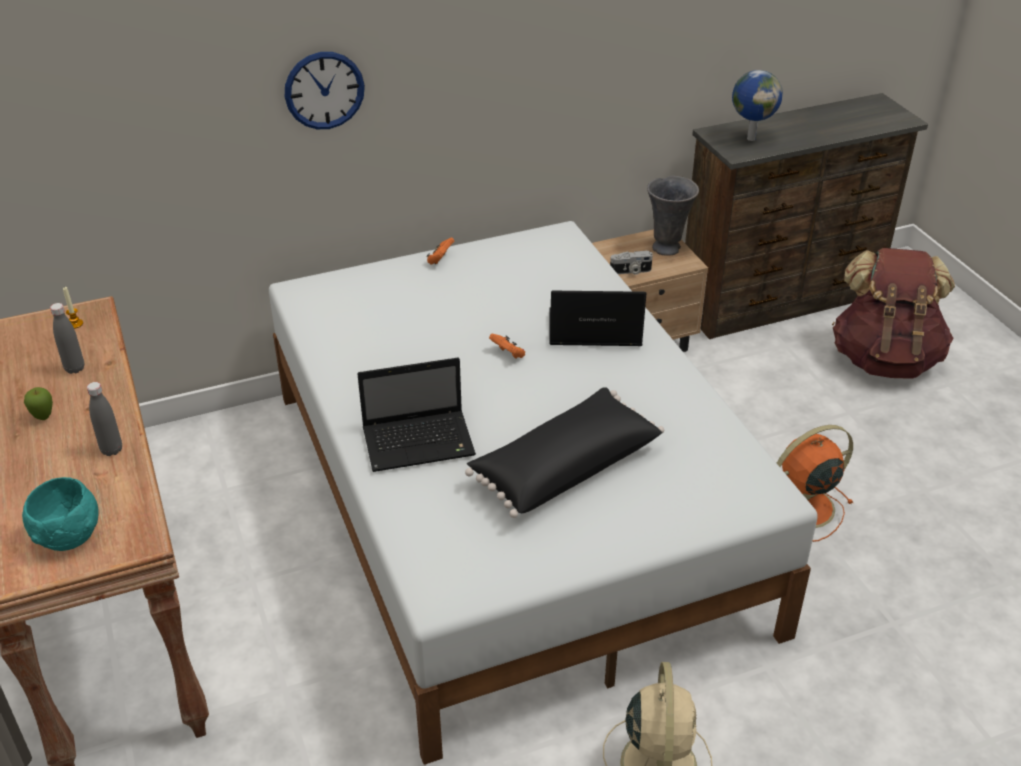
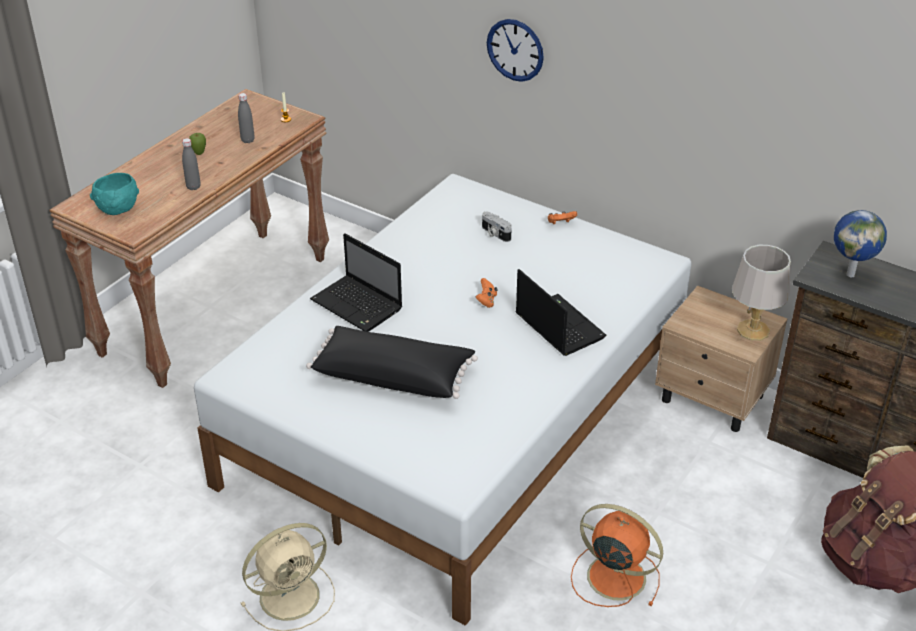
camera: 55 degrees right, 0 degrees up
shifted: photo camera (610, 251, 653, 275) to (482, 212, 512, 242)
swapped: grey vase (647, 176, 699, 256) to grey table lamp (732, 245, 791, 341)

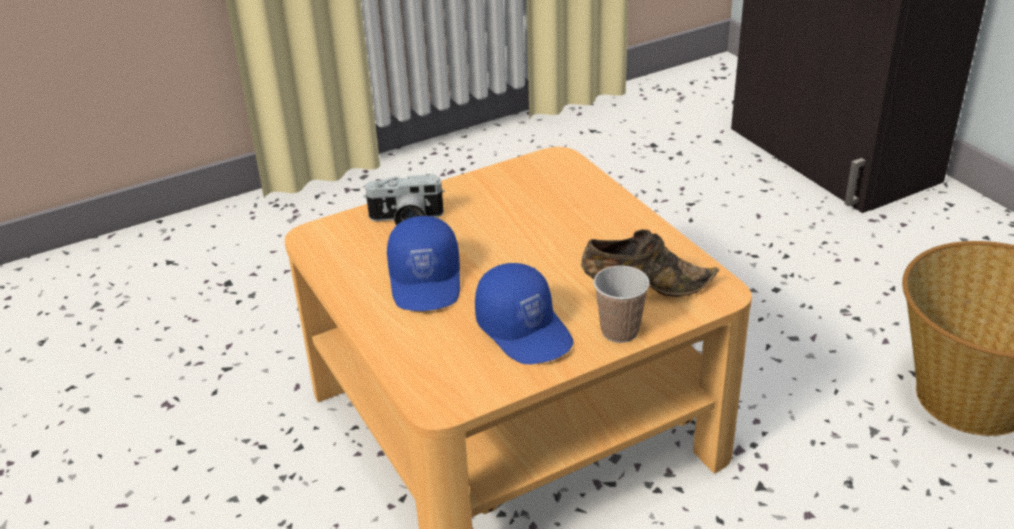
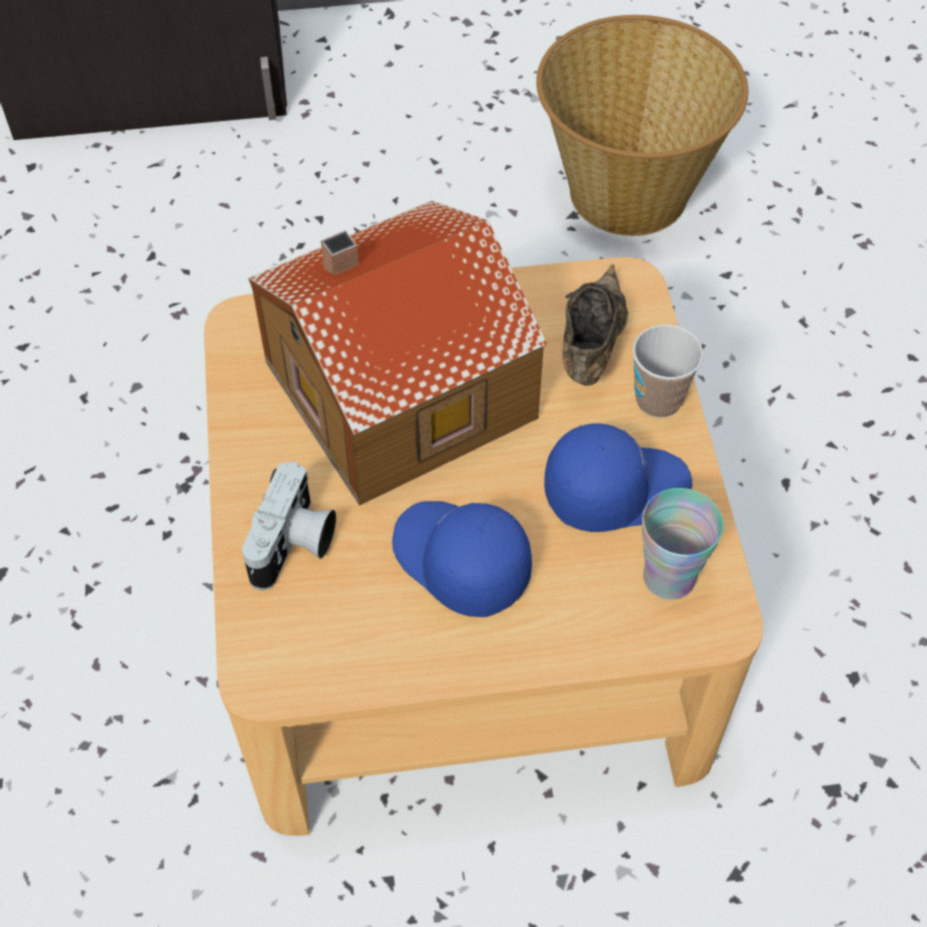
camera: 70 degrees left, 20 degrees up
new: toy house (248, 201, 547, 506); cup (642, 488, 724, 600)
rotated: blue cap (387, 216, 460, 311) = (392, 501, 532, 617) 150 degrees counterclockwise

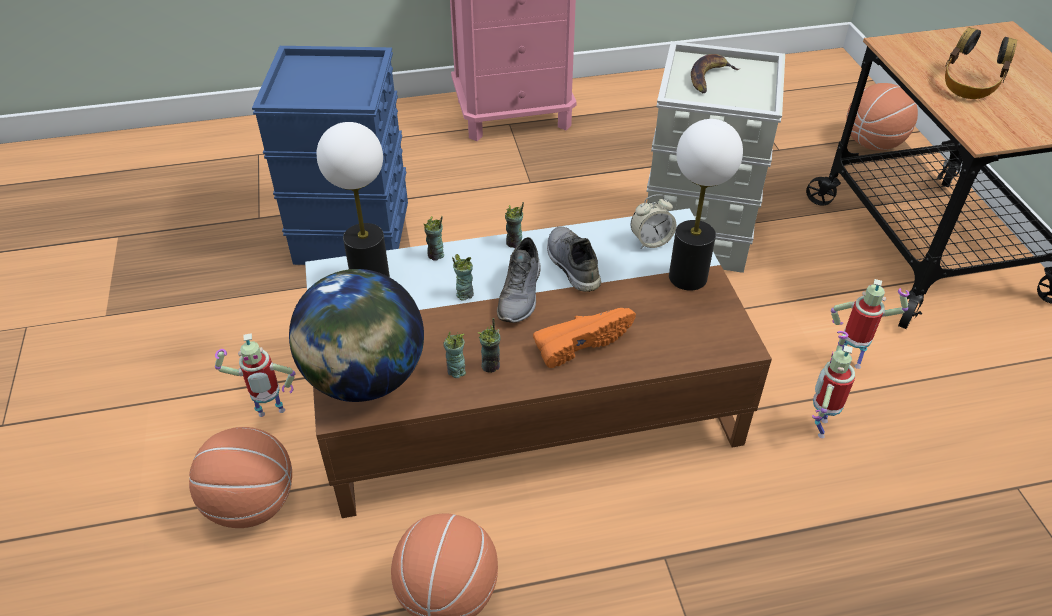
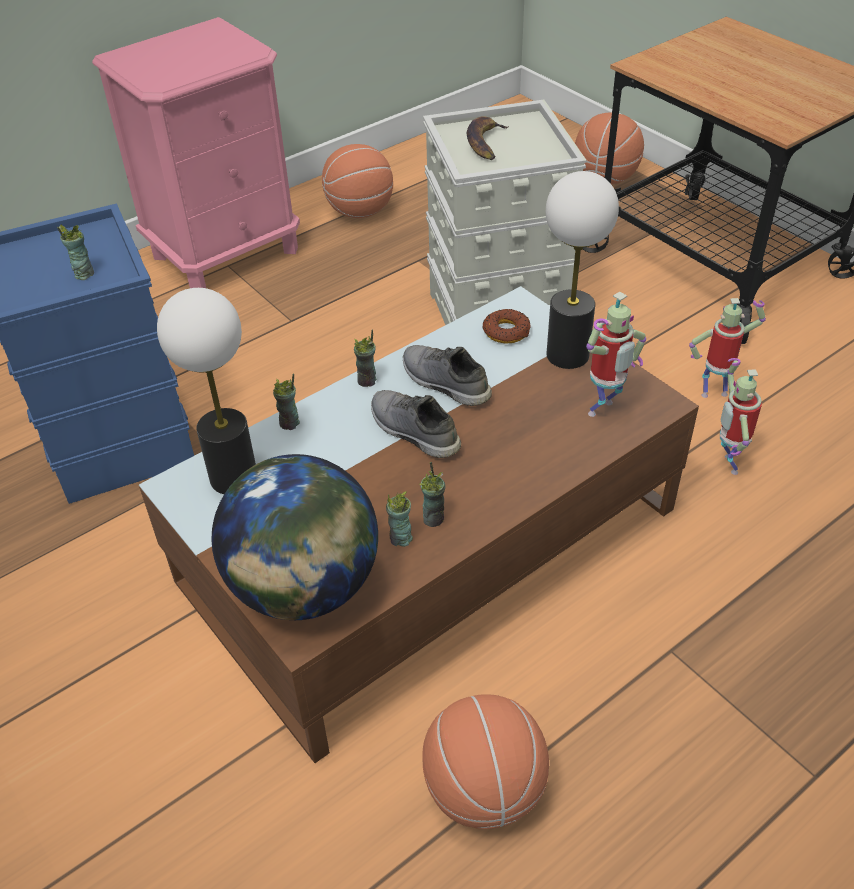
camera: 25 degrees left, 0 degrees up
gone: headphones (945, 27, 1017, 99); orange shoe (533, 308, 636, 368)
shifted: cup (452, 254, 474, 301) to (57, 225, 94, 280); toy robot (215, 333, 296, 417) to (586, 292, 646, 417); basketball (189, 427, 292, 528) to (322, 144, 393, 218)
swapped: alarm clock (630, 194, 676, 249) to donut (482, 309, 531, 344)
rotated: grey shoe (497, 237, 540, 323) = (371, 390, 461, 458) 150 degrees clockwise

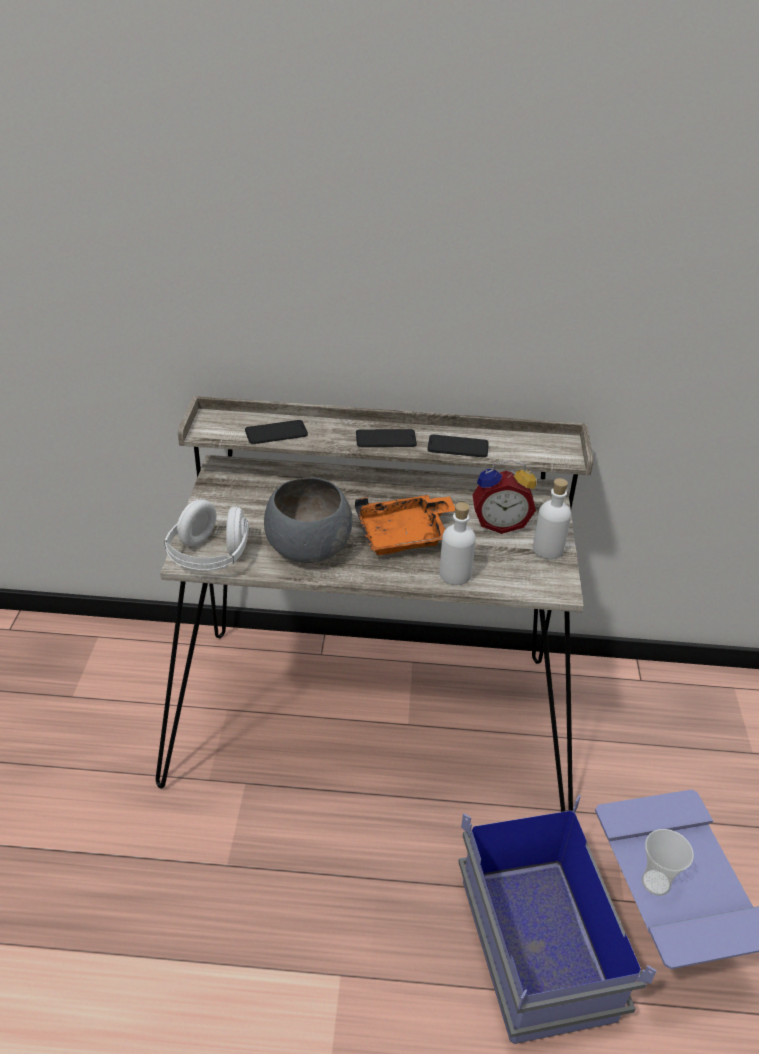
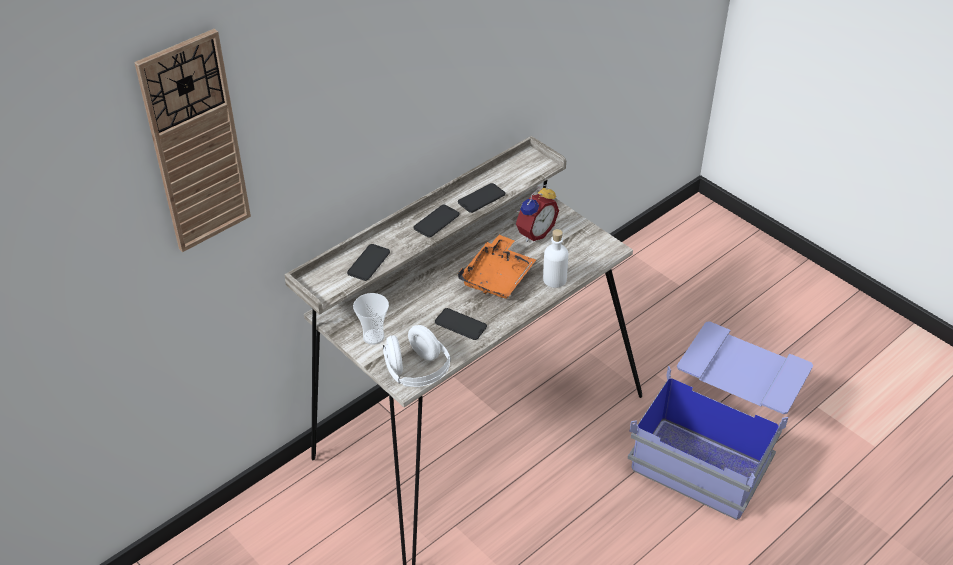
camera: 45 degrees left, 5 degrees up
gone: white bottle (533, 478, 571, 559)
new: wall clock (134, 29, 251, 252)
shifted: cup (642, 829, 694, 896) to (353, 293, 389, 345)
swapped: grey bowl (264, 477, 353, 563) to phone (435, 308, 487, 340)

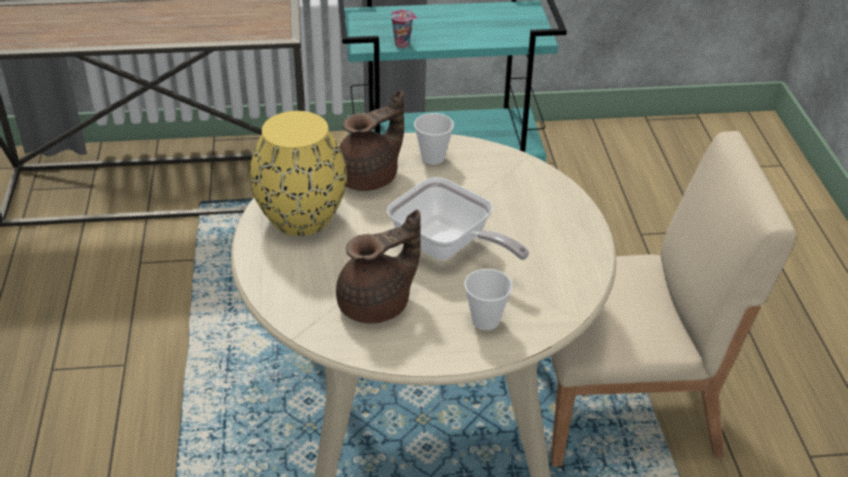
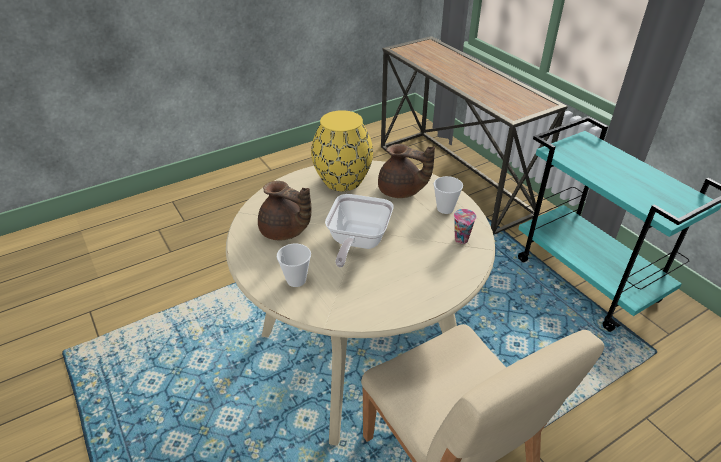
camera: 65 degrees right, 0 degrees up
shifted: cup (391, 10, 417, 48) to (454, 209, 477, 244)

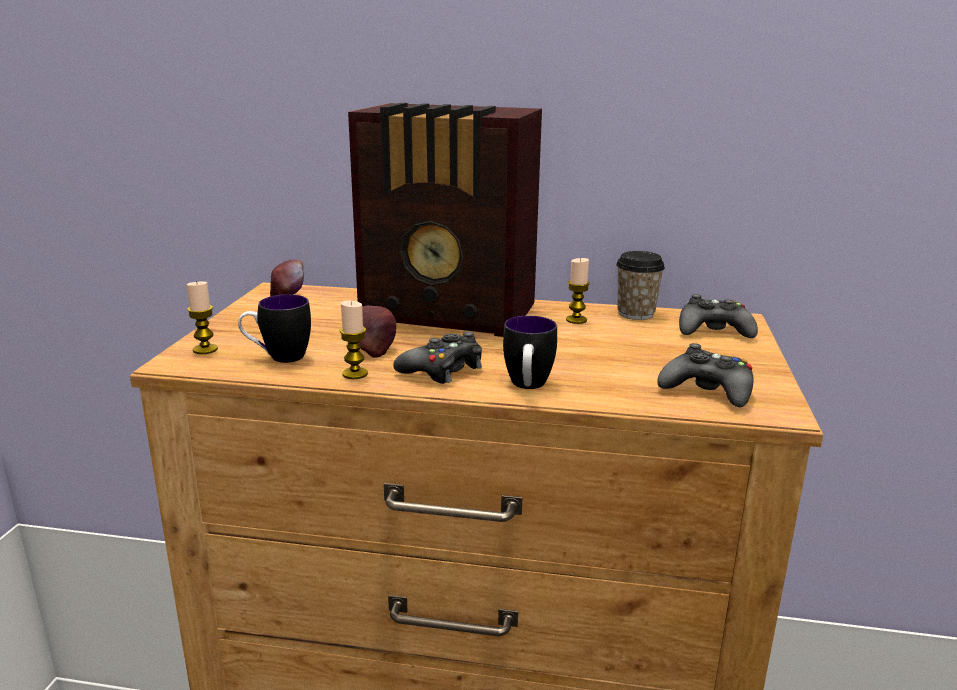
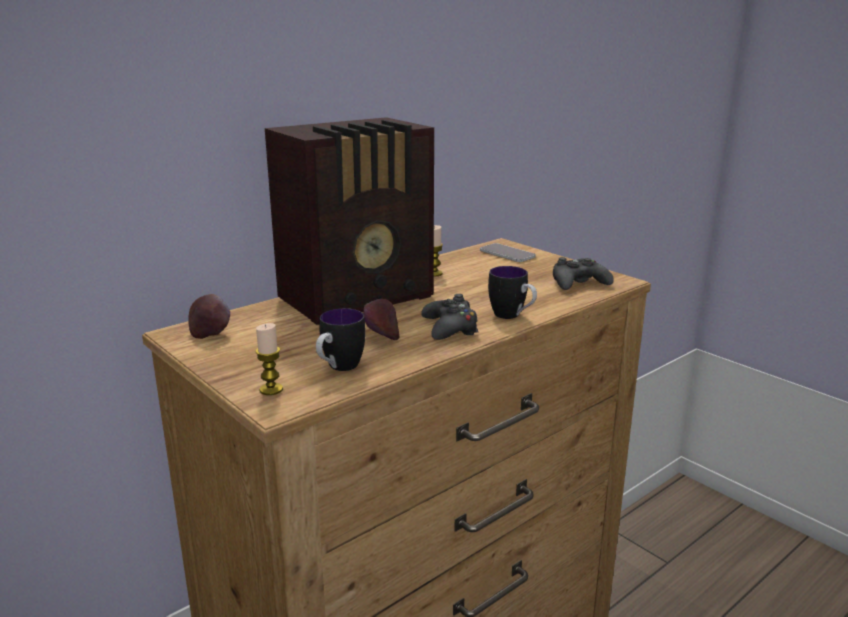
camera: 50 degrees left, 0 degrees up
gone: cup (616, 251, 665, 320); candle (340, 301, 368, 379)
swapped: black game controller (679, 294, 758, 338) to phone (480, 243, 536, 262)

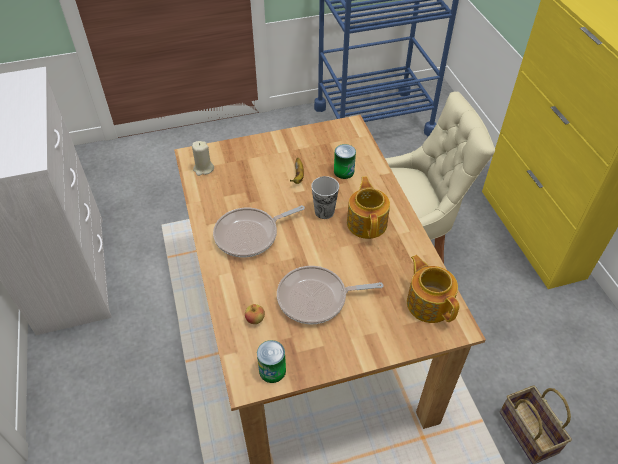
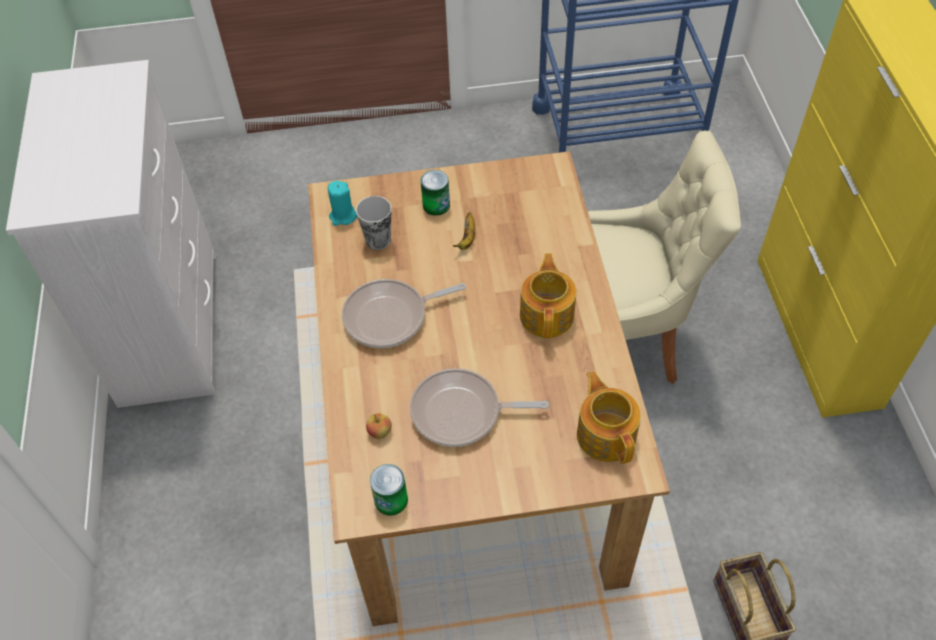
camera: 10 degrees right, 5 degrees up
shifted: can (334, 144, 356, 179) to (421, 170, 450, 216); cup (311, 176, 339, 219) to (356, 196, 391, 250)
repainted: beige candle (192, 141, 214, 176) to turquoise candle (328, 181, 357, 226)

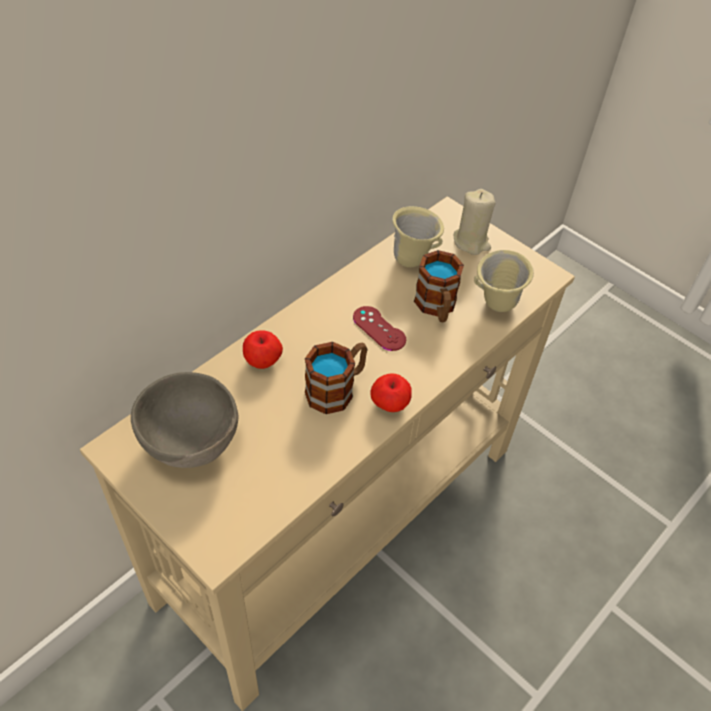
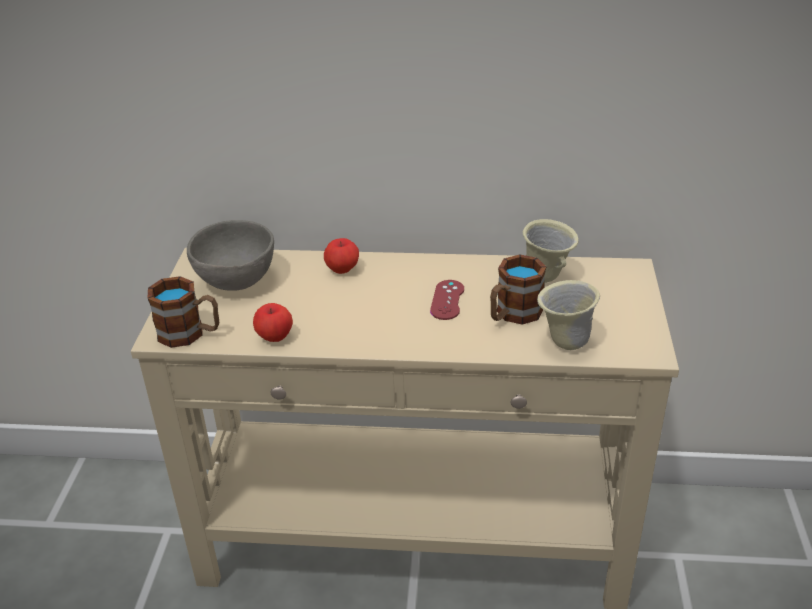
camera: 55 degrees right, 15 degrees down
gone: beige candle (454, 189, 495, 255)
shifted: mug (305, 342, 368, 414) to (148, 276, 219, 348); apple (370, 373, 411, 412) to (253, 303, 293, 342)

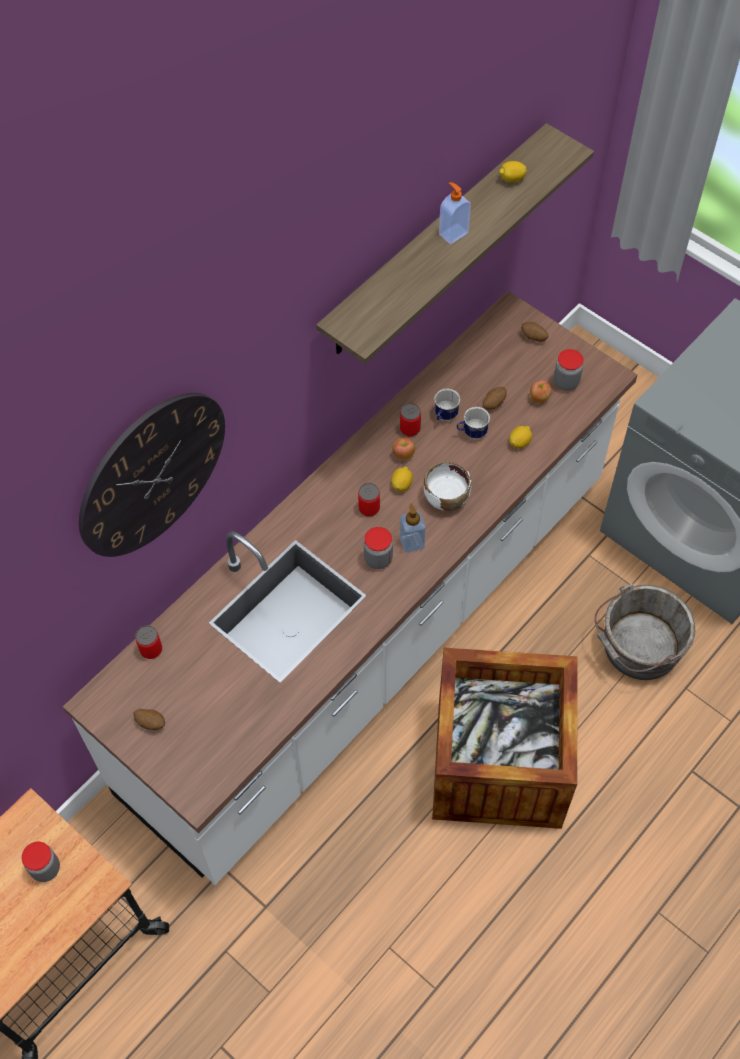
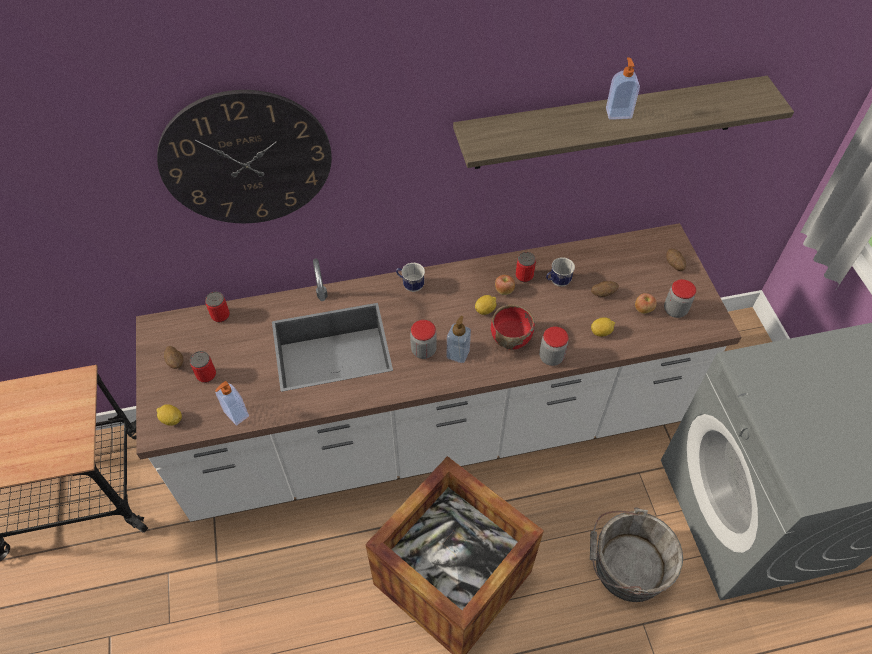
camera: 35 degrees right, 5 degrees down
new: soap dispenser (215, 381, 249, 426)
shifted: lemon (499, 161, 527, 183) to (156, 404, 182, 426); mug (457, 407, 490, 439) to (396, 263, 425, 292); can (358, 483, 380, 516) to (190, 351, 216, 383); jar (22, 841, 60, 882) to (539, 326, 568, 366)
repainted: white bowl (424, 462, 471, 511) to red bowl (491, 304, 535, 350)

